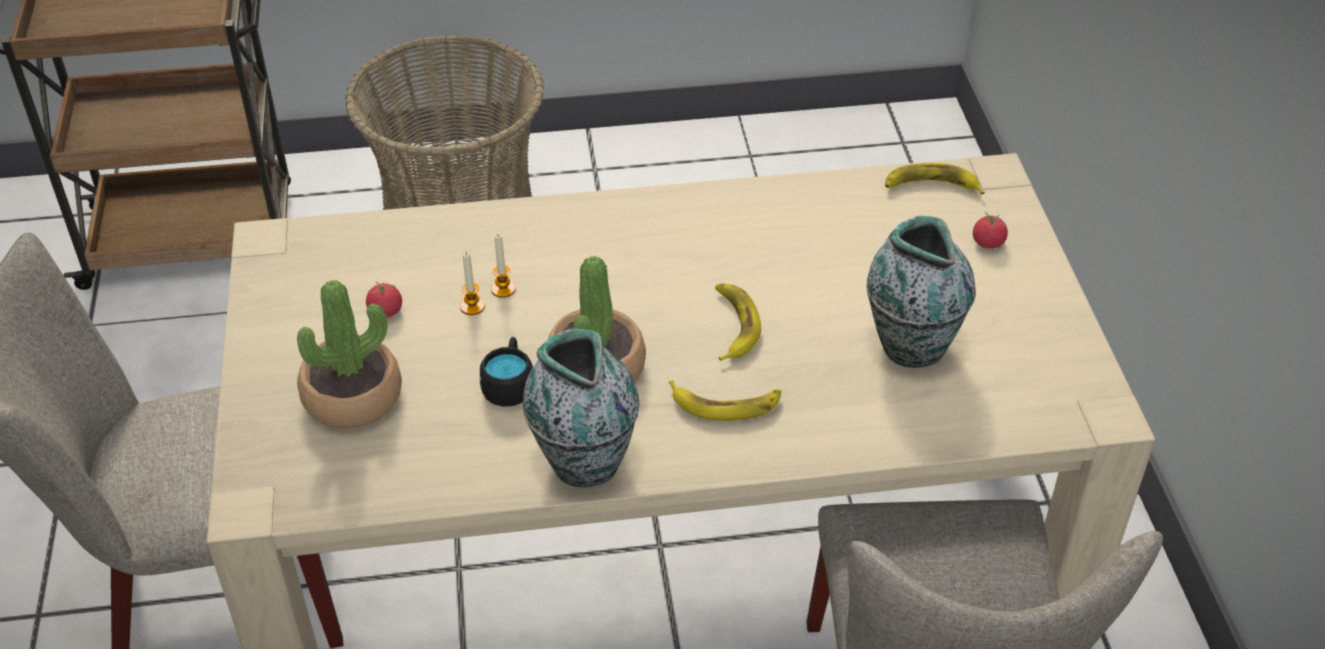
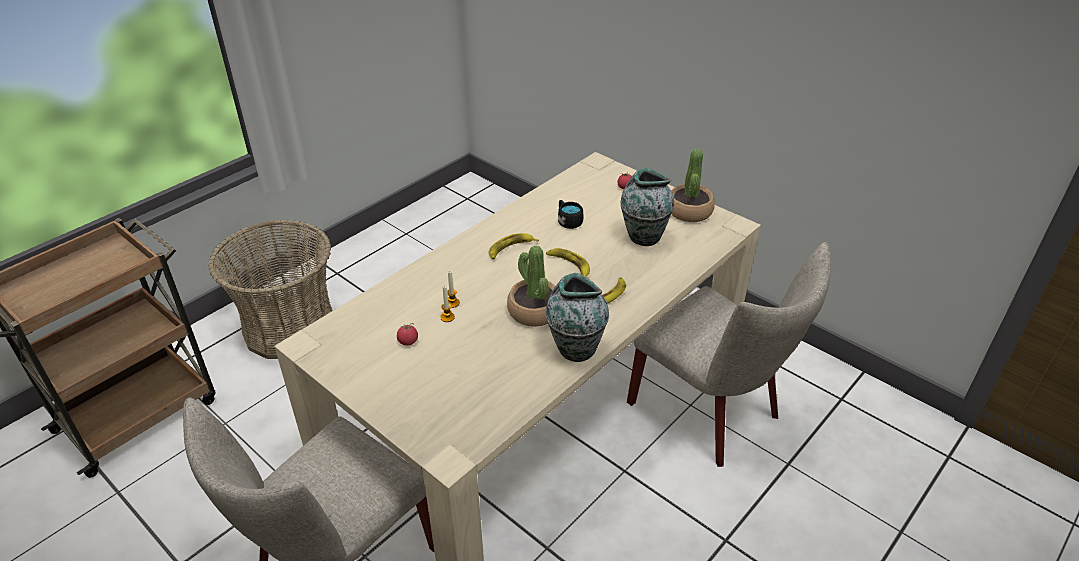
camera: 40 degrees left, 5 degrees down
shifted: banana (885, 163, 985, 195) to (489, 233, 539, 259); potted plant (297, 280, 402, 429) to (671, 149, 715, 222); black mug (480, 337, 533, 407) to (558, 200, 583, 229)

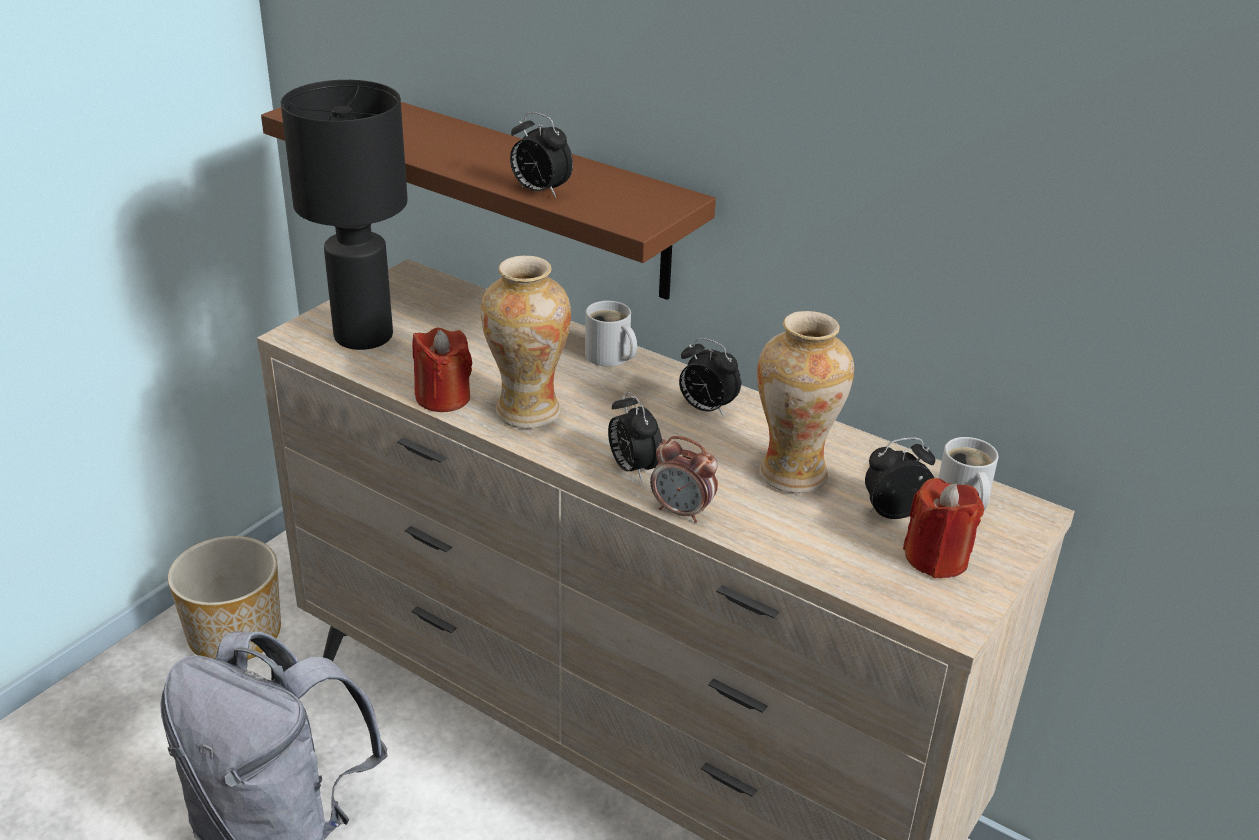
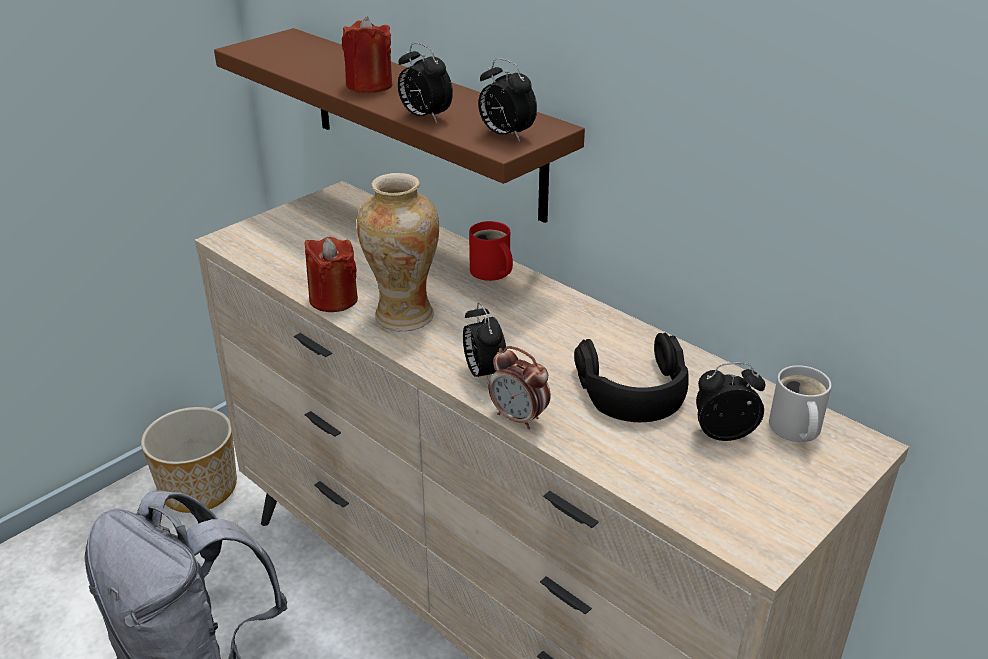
camera: 10 degrees right, 0 degrees up
gone: black table lamp (281, 80, 408, 350)
shifted: alarm clock (679, 338, 741, 417) to (478, 58, 537, 141); red candle (903, 478, 984, 578) to (342, 16, 392, 93)
swapped: vase (757, 311, 854, 493) to black headphones (574, 333, 689, 422)
repainted: white mug (585, 301, 637, 367) to red mug (469, 221, 513, 281)

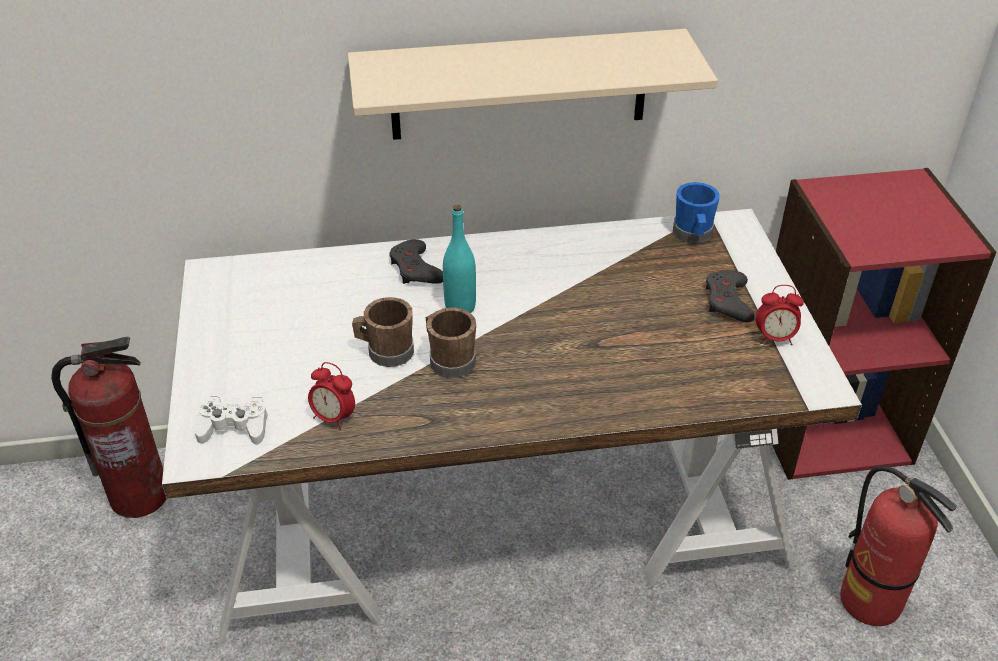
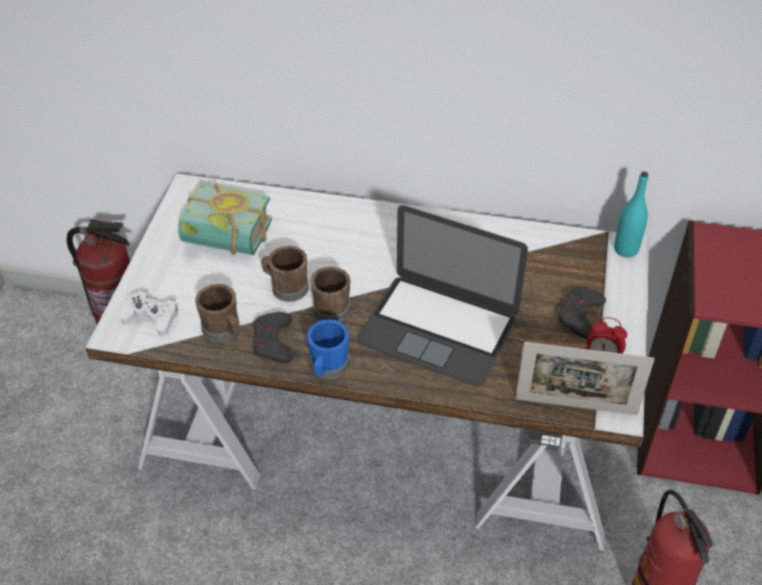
camera: 20 degrees right, 5 degrees up
gone: beige shelf (348, 29, 718, 140)
new: book (178, 183, 272, 255); laptop (356, 205, 528, 387); picture frame (515, 342, 655, 415)
shifted: blue mug (673, 182, 720, 243) to (307, 319, 349, 379); turquoise bottle (443, 205, 476, 313) to (614, 171, 648, 257); grey game controller (389, 239, 443, 284) to (253, 312, 293, 363)
swapped: alarm clock (308, 362, 355, 430) to brown mug (195, 284, 240, 342)

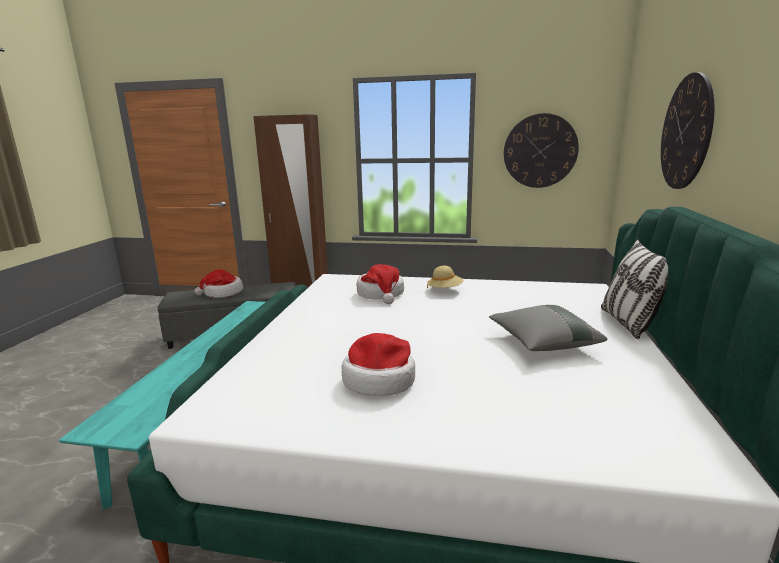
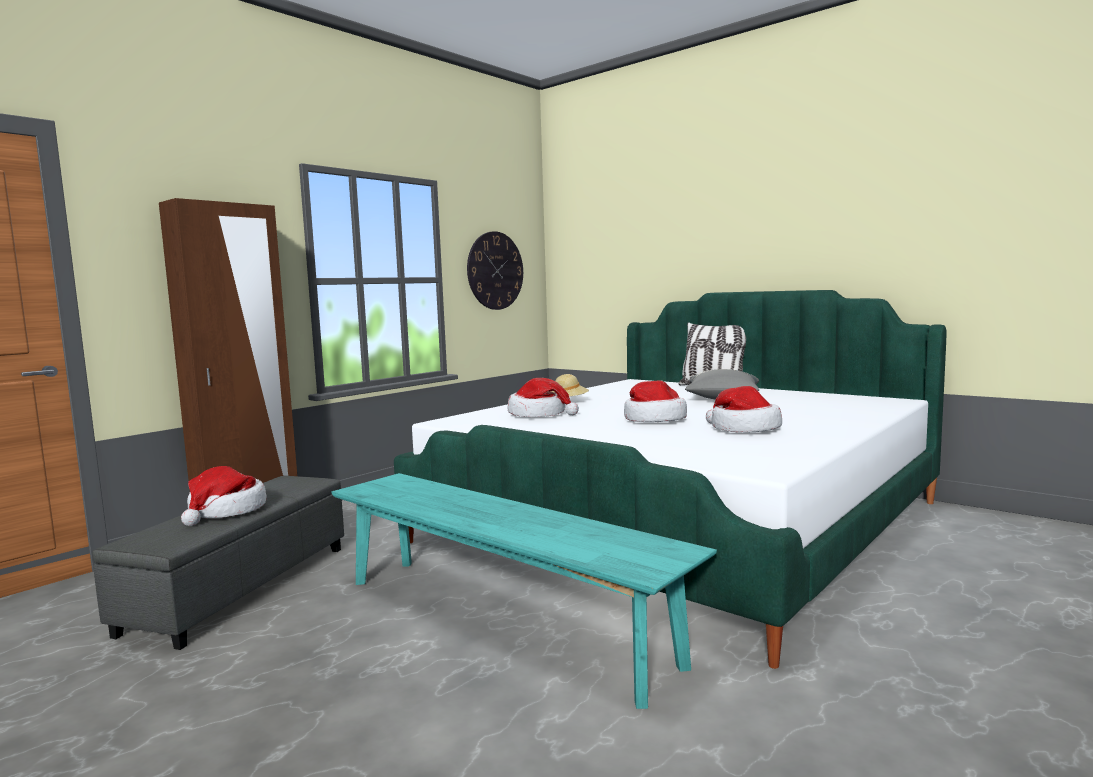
camera: 60 degrees left, 10 degrees down
gone: wall clock (661, 72, 714, 189)
new: hat (624, 380, 687, 422)

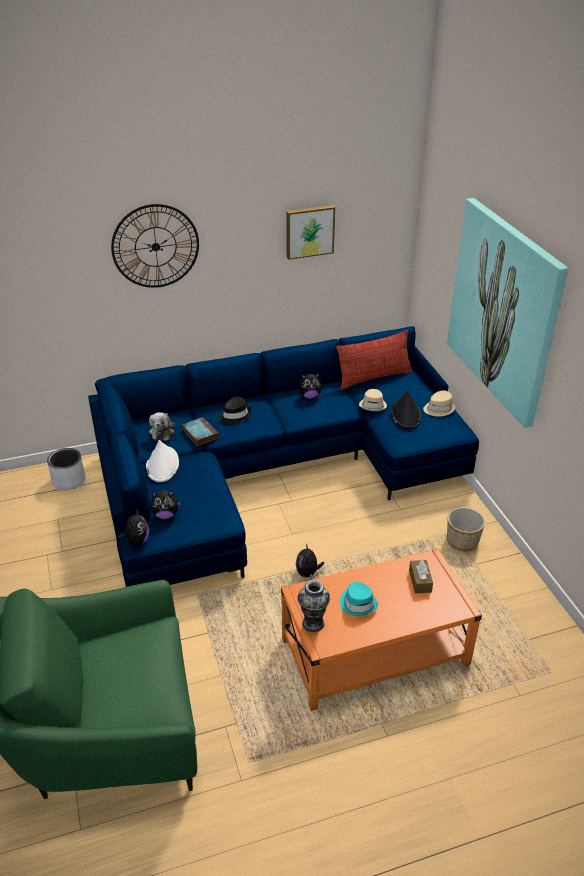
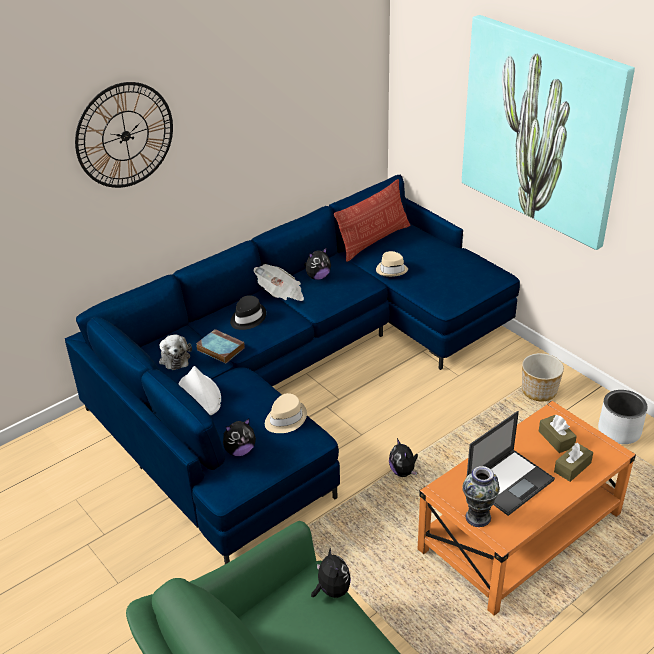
camera: 20 degrees left, 0 degrees up
gone: picture (286, 205, 335, 260); black hat (391, 390, 422, 429)
new: newspaper (254, 264, 304, 301); brown tissue box (554, 443, 593, 482)
shifted: beige hat (423, 390, 456, 417) to (265, 393, 307, 433); grey planter (47, 448, 85, 490) to (598, 390, 648, 444); plush toy (117, 509, 149, 546) to (311, 547, 351, 598)
swapped: turquoise hat (340, 582, 378, 616) to laptop (467, 411, 555, 516)

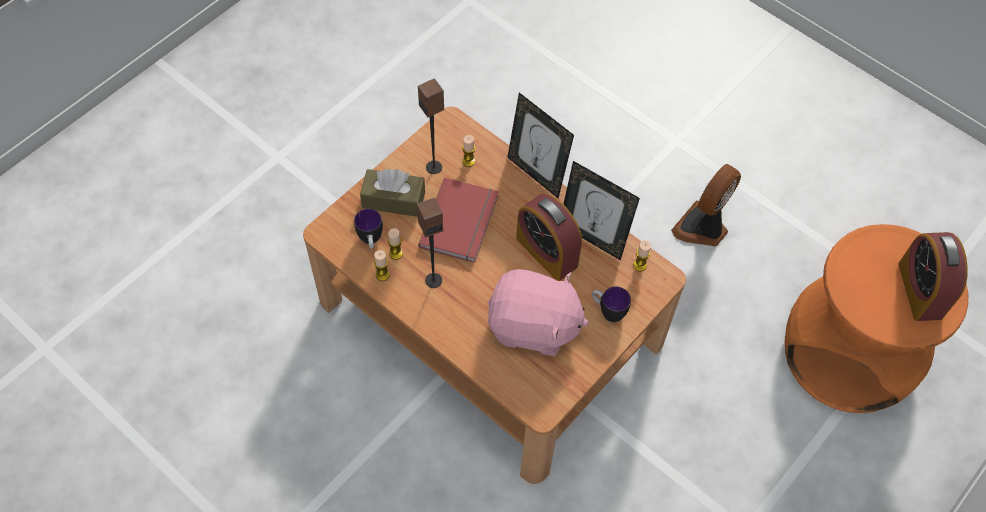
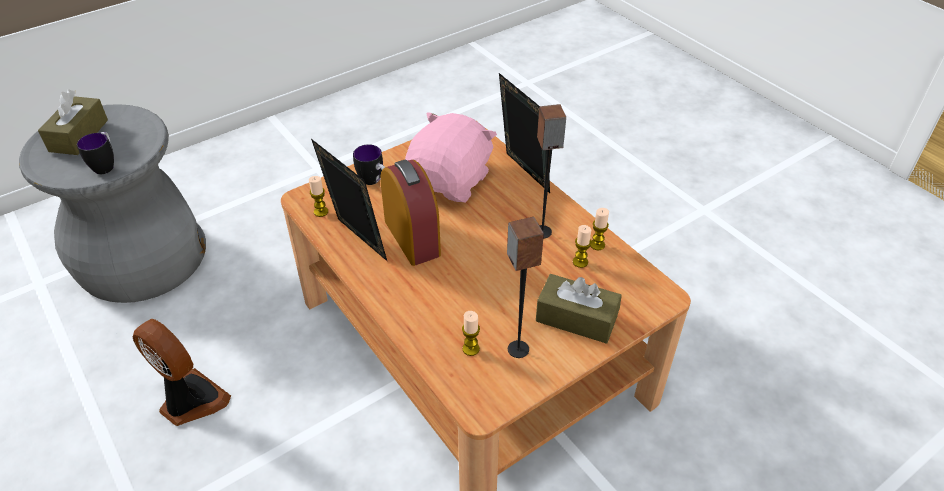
camera: 165 degrees left, 15 degrees down
gone: red book (418, 178, 499, 263)
shifted: picture frame (507, 93, 574, 198) to (499, 73, 550, 193); mug (354, 209, 383, 249) to (77, 132, 114, 174)
swapped: alarm clock (898, 232, 968, 321) to brown tissue box (38, 90, 108, 155)
repainted: orange stool (785, 224, 968, 413) to grey stool (19, 104, 206, 303)
rotated: fan (671, 164, 741, 246) = (133, 319, 231, 426) 105 degrees counterclockwise; pink plush toy (488, 269, 589, 356) = (405, 112, 497, 203) 90 degrees clockwise

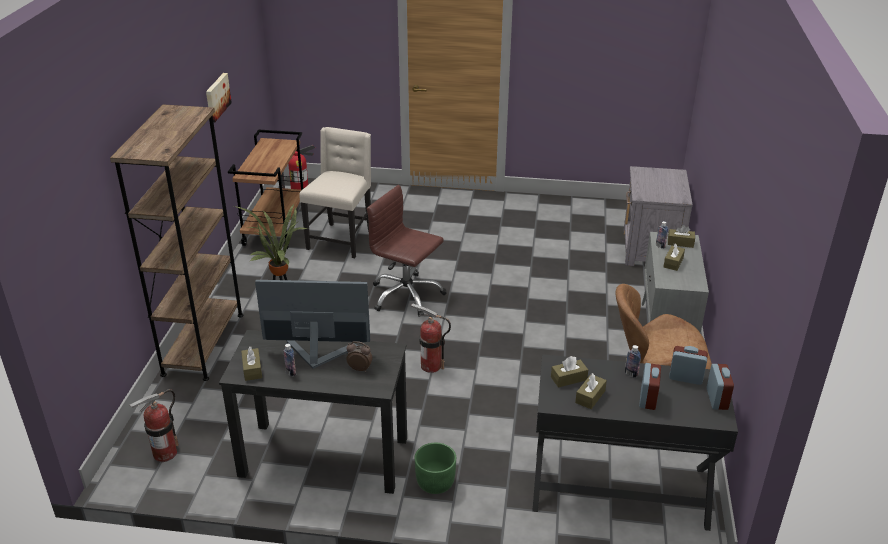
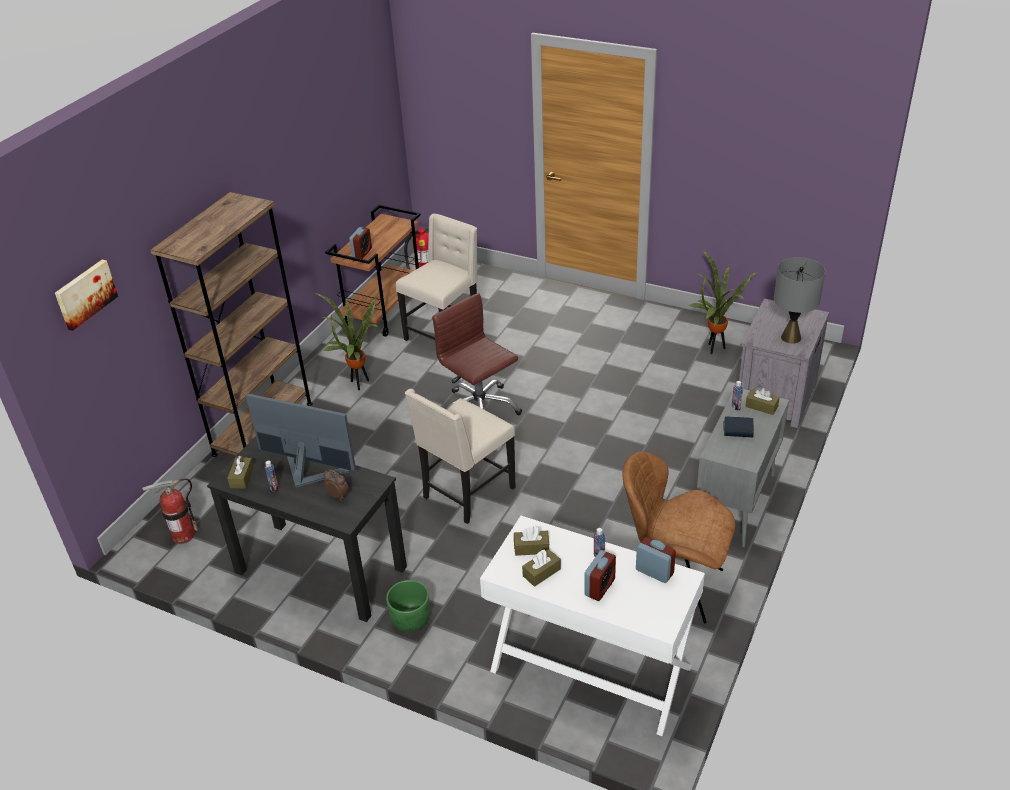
camera: 20 degrees right, 5 degrees up
new: potted plant (688, 249, 758, 354); grey table lamp (774, 257, 825, 344)
shifted: picture (206, 73, 232, 123) to (55, 259, 118, 331); alarm clock (707, 364, 734, 410) to (349, 227, 372, 259)
swapped: brown tissue box (664, 243, 685, 271) to book (723, 417, 754, 437); fire extinguisher (411, 303, 451, 373) to beige chair (405, 389, 515, 524)
repainted: black desk (532, 354, 738, 531) to white desk (480, 516, 705, 736)

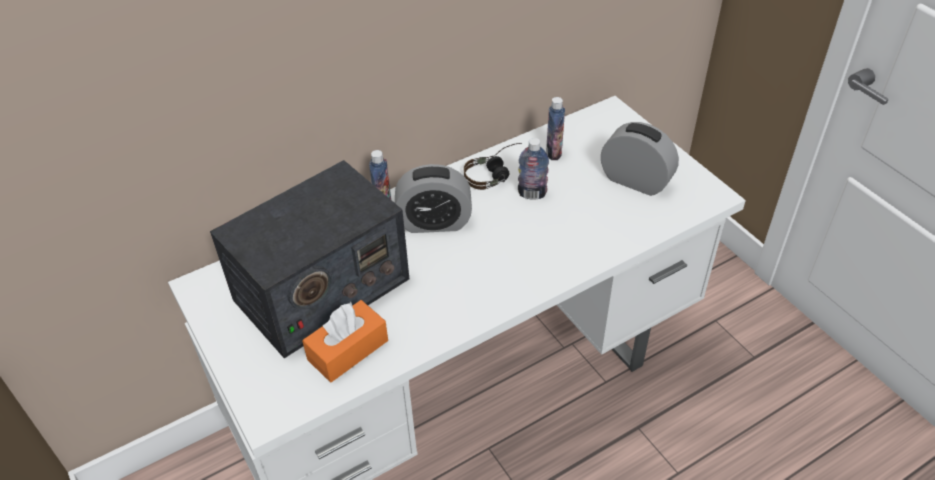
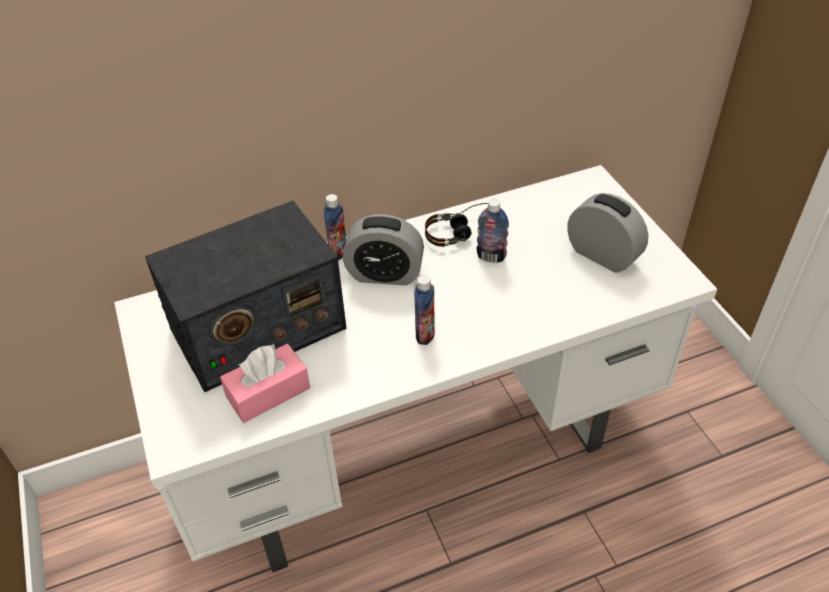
camera: 10 degrees right, 0 degrees up
shifted: bottle (546, 97, 565, 160) to (414, 275, 435, 345)
repainted: orange tissue box (302, 300, 388, 382) to pink tissue box (220, 344, 310, 423)

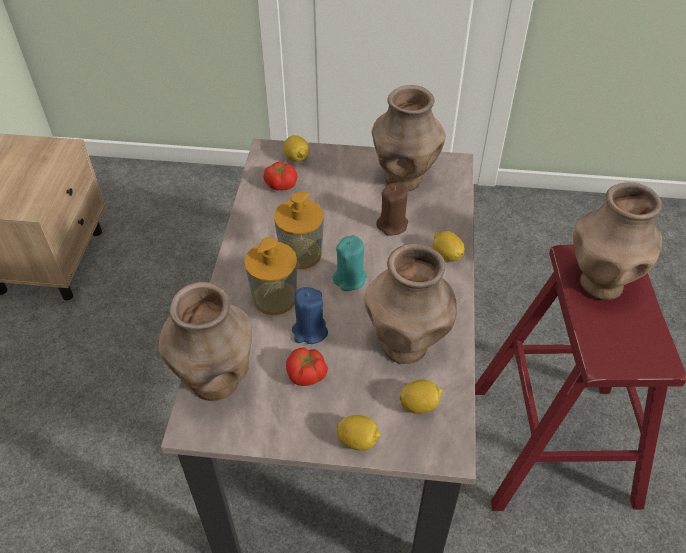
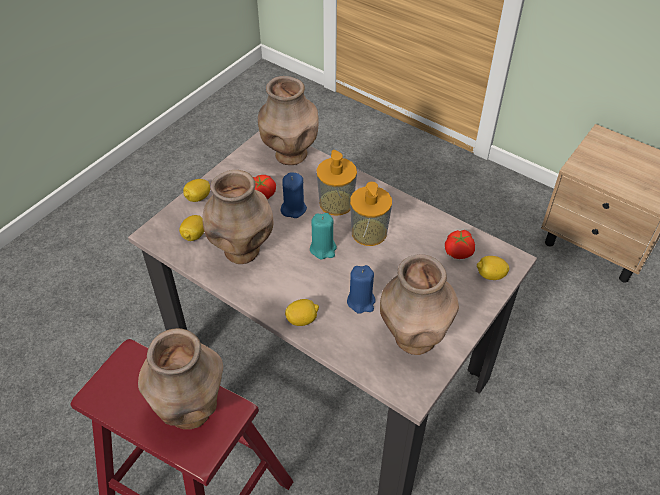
camera: 120 degrees right, 0 degrees up
repainted: brown candle (376, 182, 408, 236) to blue candle (347, 265, 376, 314)

